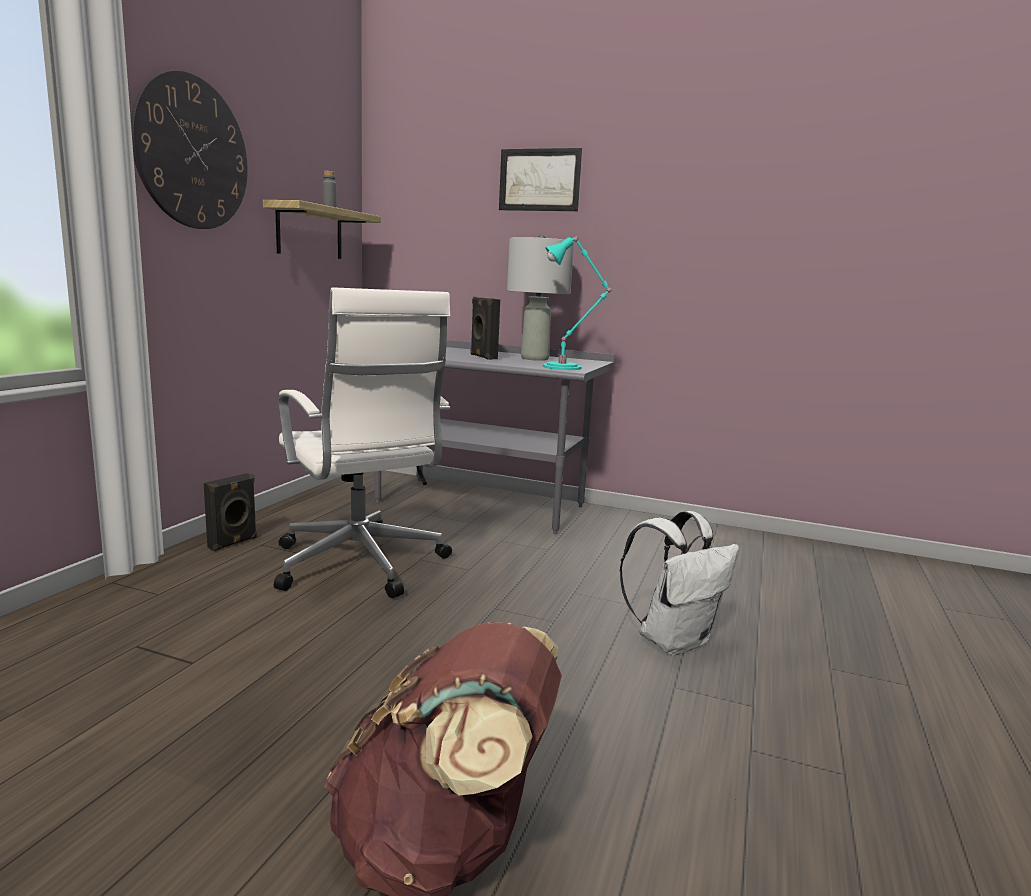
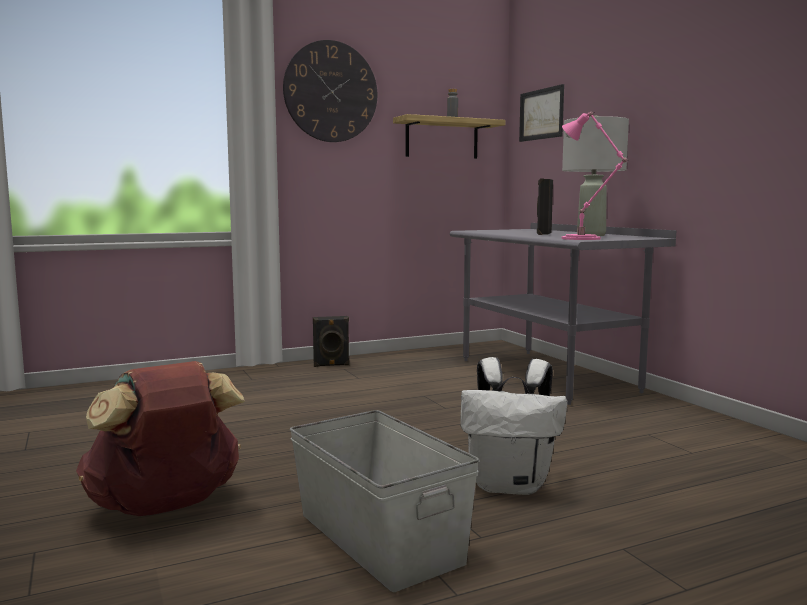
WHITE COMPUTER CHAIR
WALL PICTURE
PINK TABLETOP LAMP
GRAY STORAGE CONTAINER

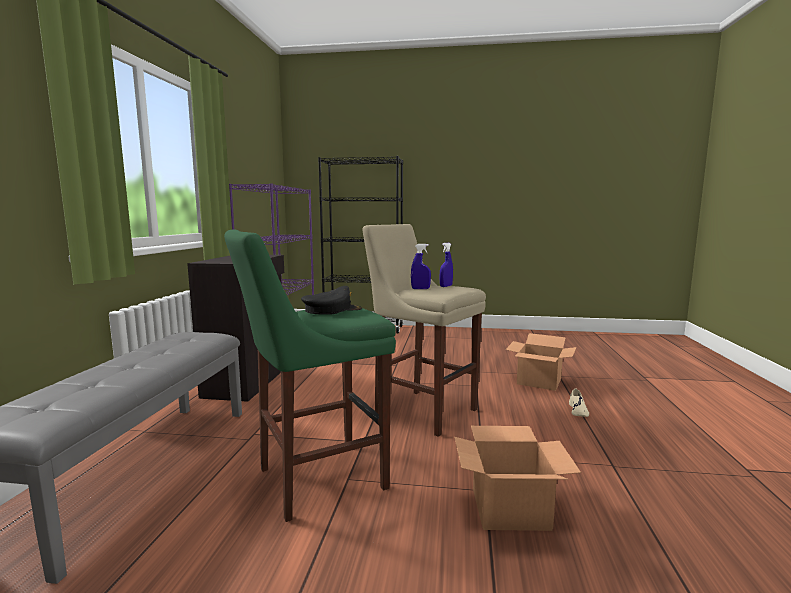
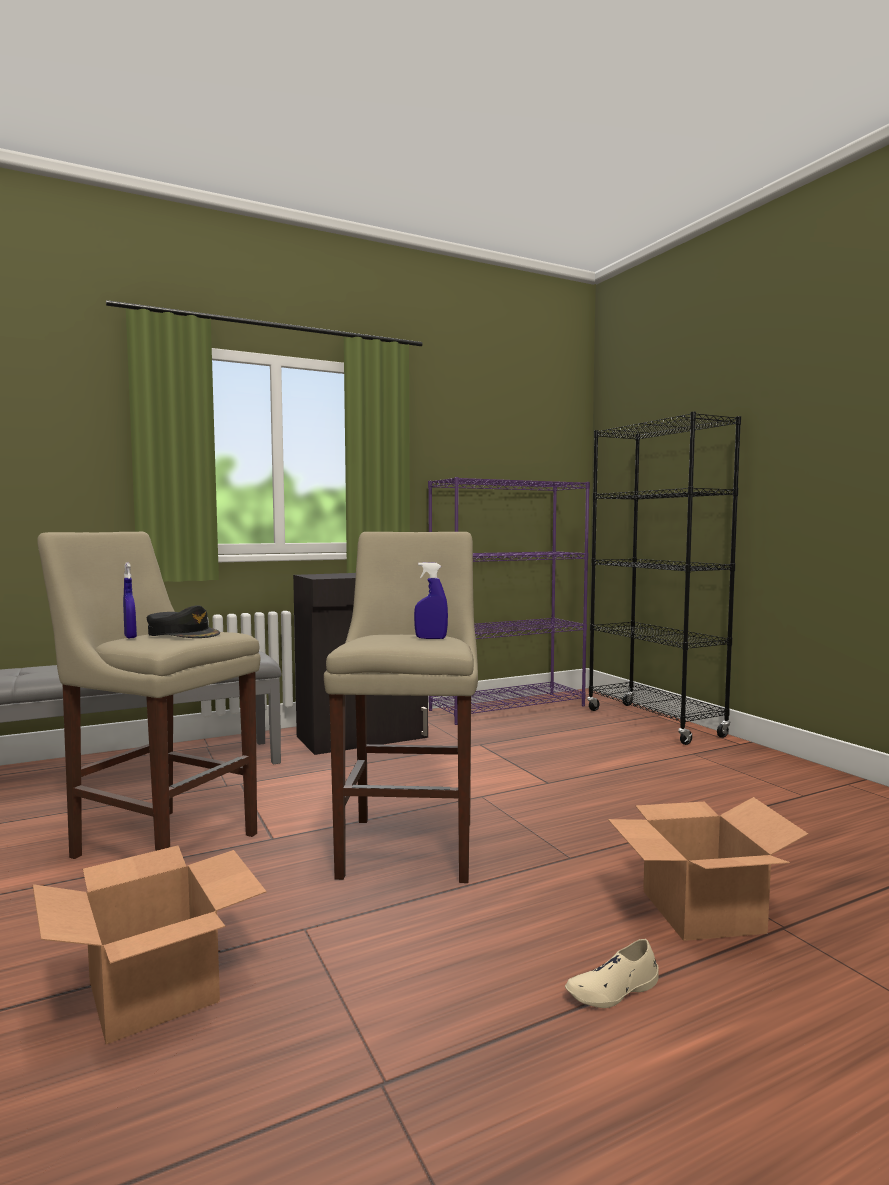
SAND-COLOURED STOOL SEAT (1st from left)
BLUE SPRAYER (1st from left)

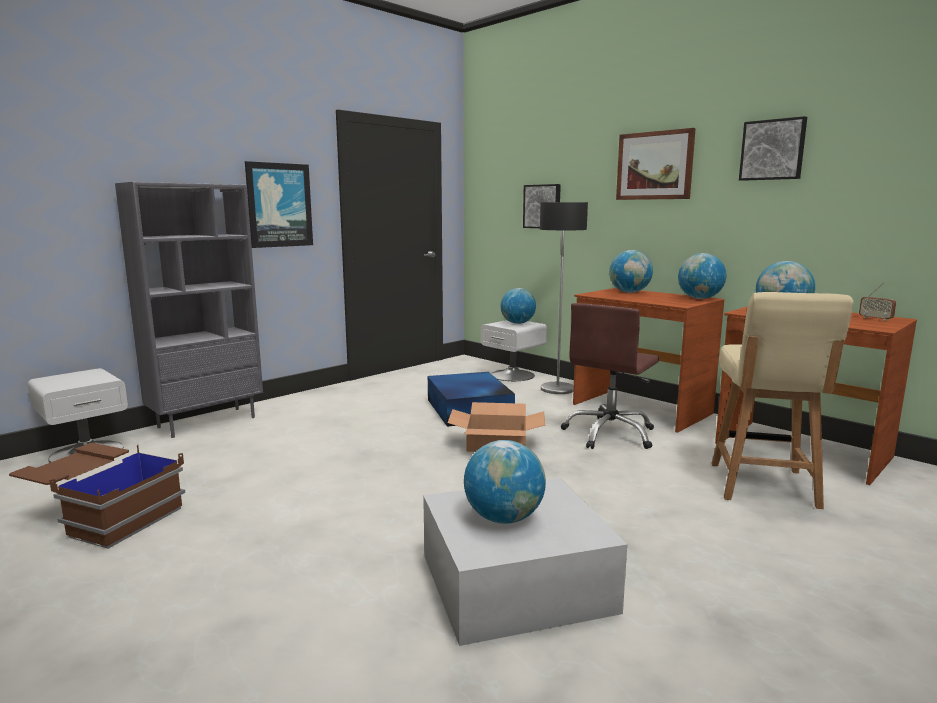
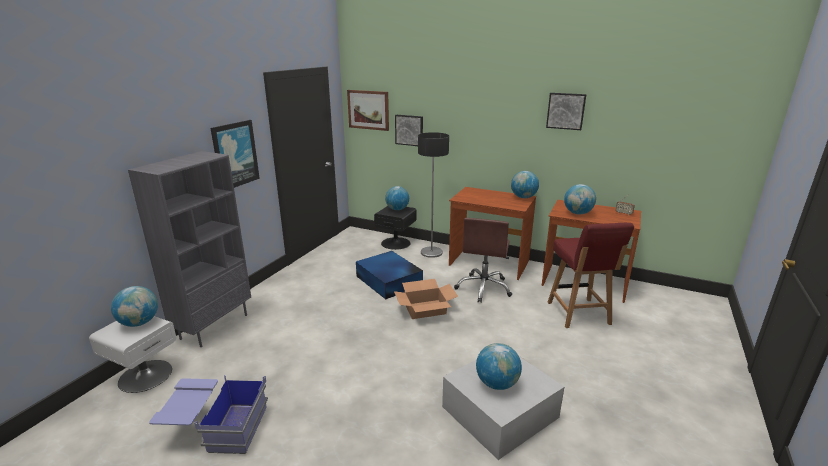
BLUE STORAGE CONTAINER (1st from left)
BLACK NIGHT TABLE
WORLD GLOBE (1st from left)
WALL PICTURE (2nd from left)
RED UPRIGHT CHAIR

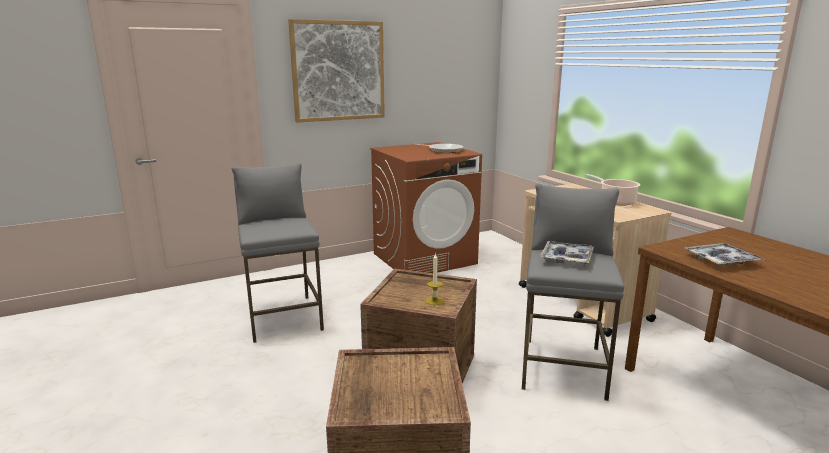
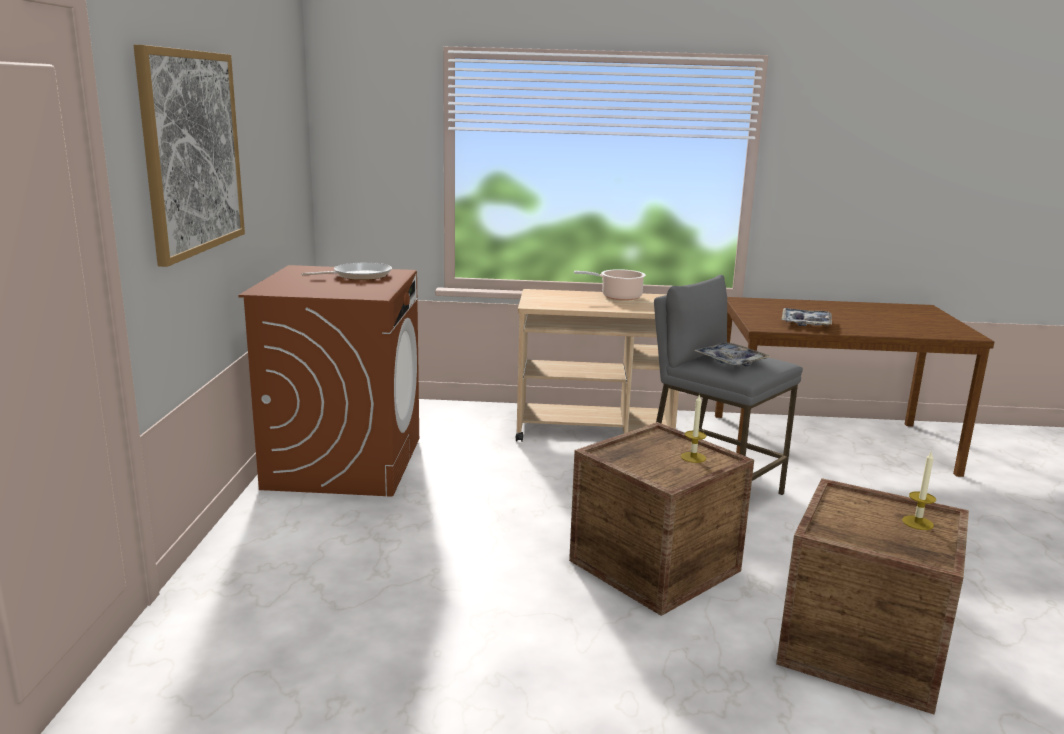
GRAY STOOL SEAT (1st from left in the first image)
CANDLE (2nd from left)

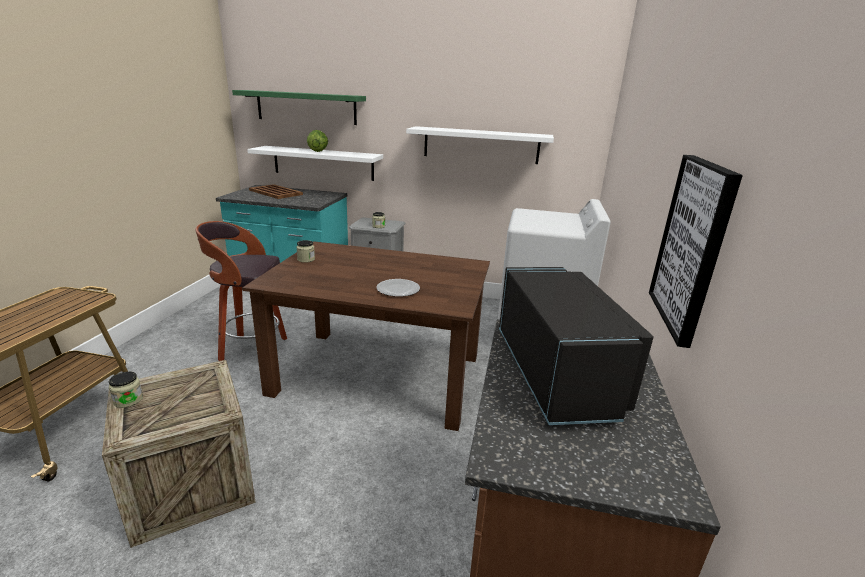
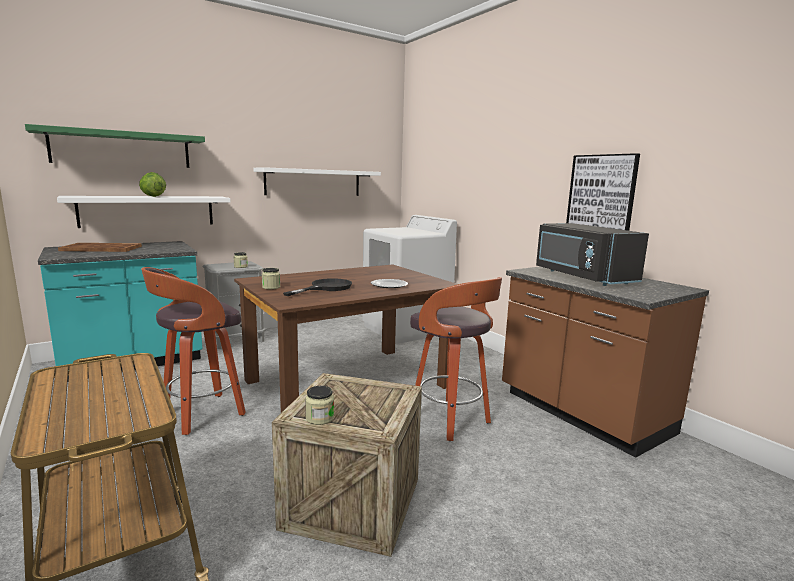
BLACK MICROWAVE OVEN
BLACK PAN
STOOL SEAT (2nd from left)

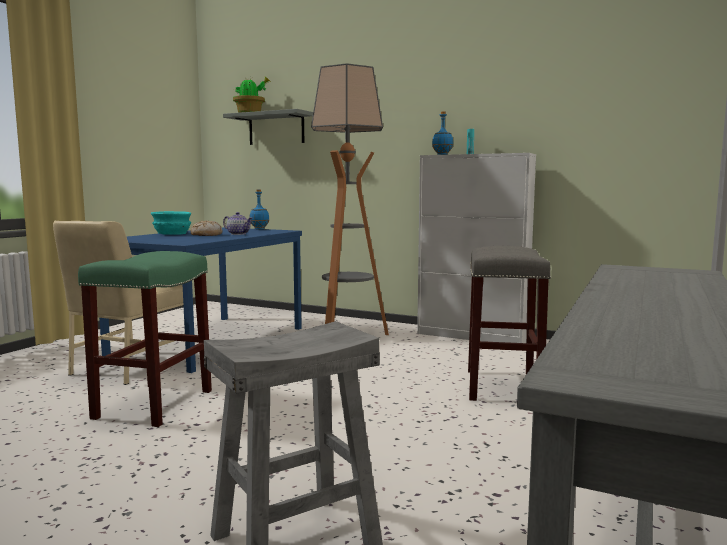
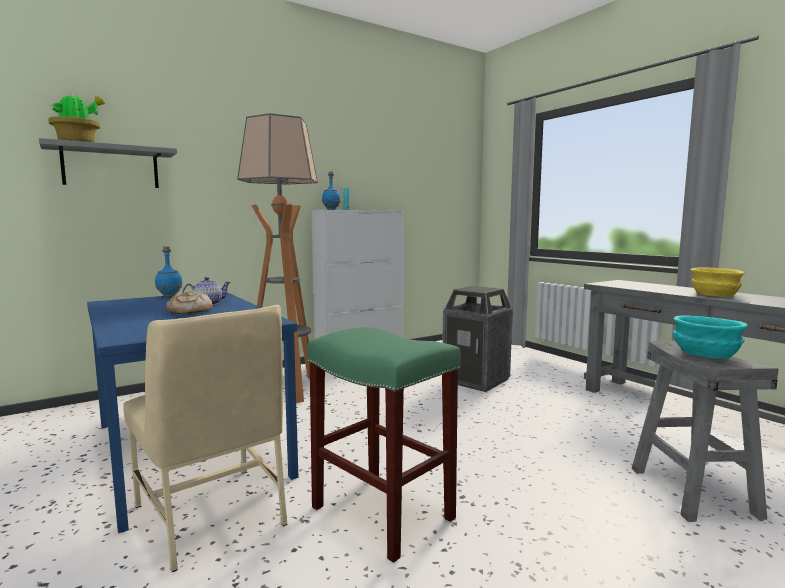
BLUE-GREEN DEEP DISH
TRASH CAN
YELLOWISH DEEP DISH

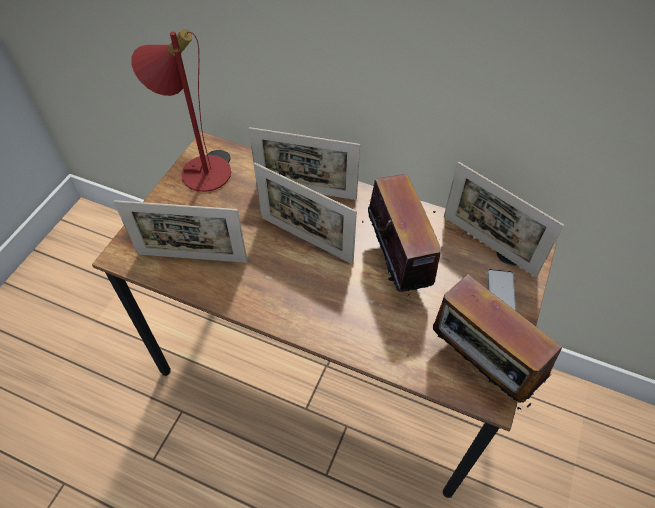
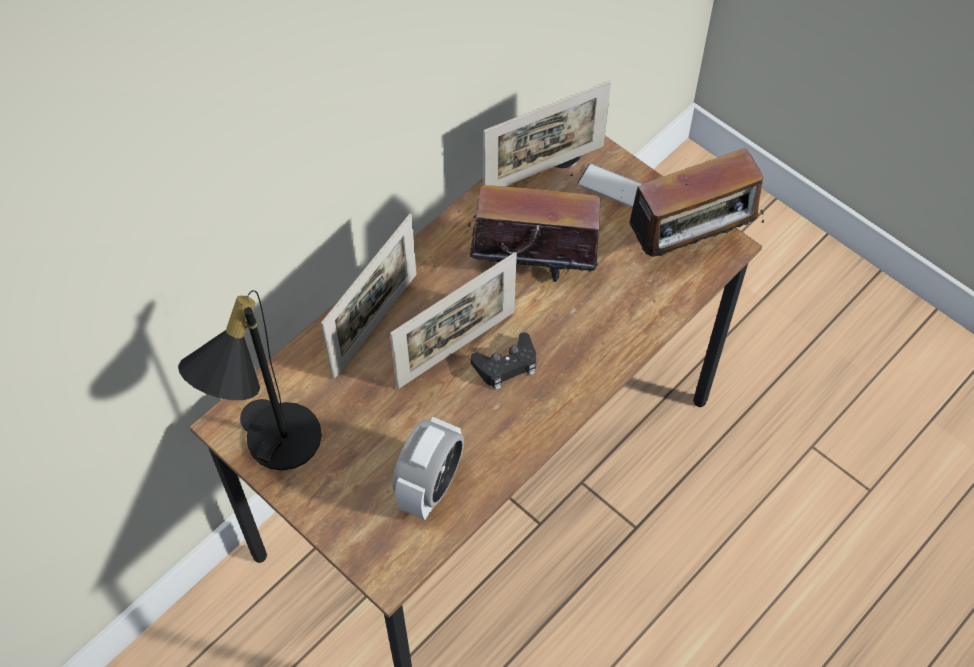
ALARM CLOCK
BLACK TABLETOP LAMP
BLACK GAMEPAD

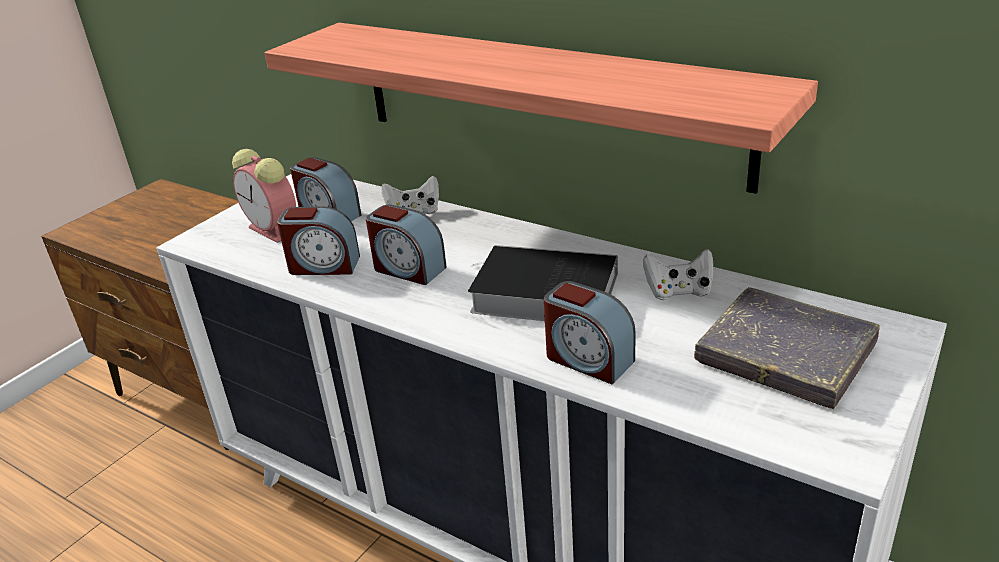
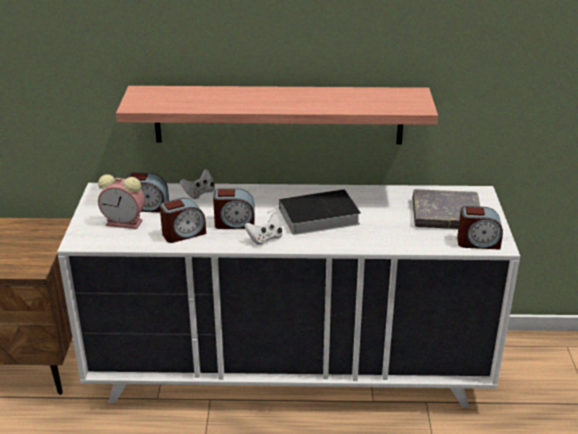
ALARM CLOCK (5th from left)
WHITE GAMEPAD (2nd from left)

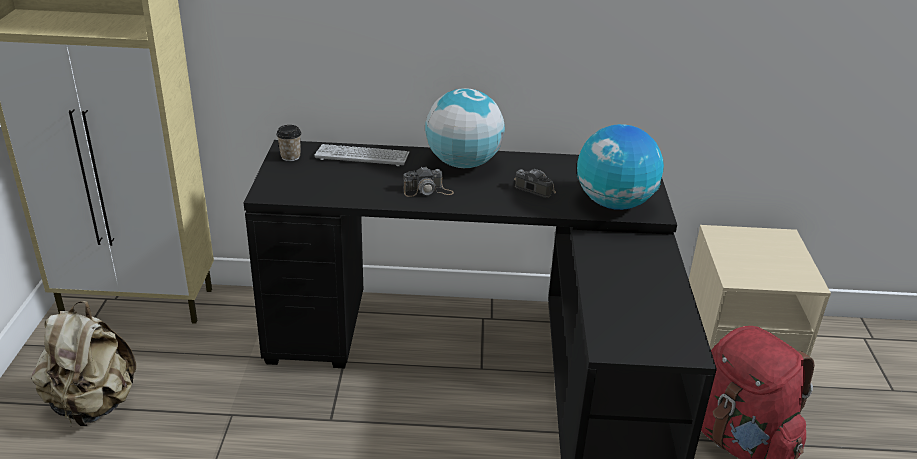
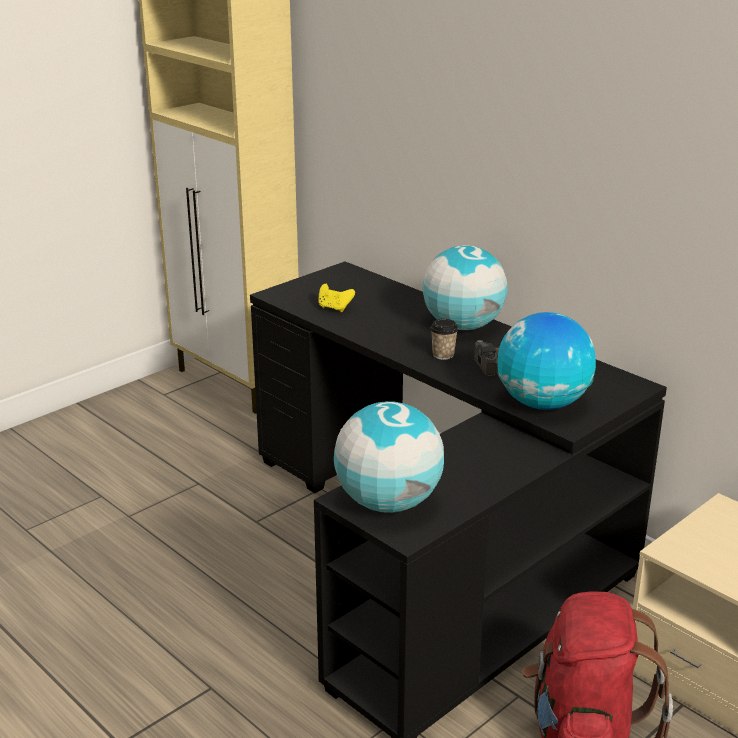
SAND-COLOURED RUCKSACK
CUP
PC KEYBOARD
PHOTO CAMERA (1st from left in the first image)
YELLOWISH GAMEPAD
WORLD GLOBE (1st from left)

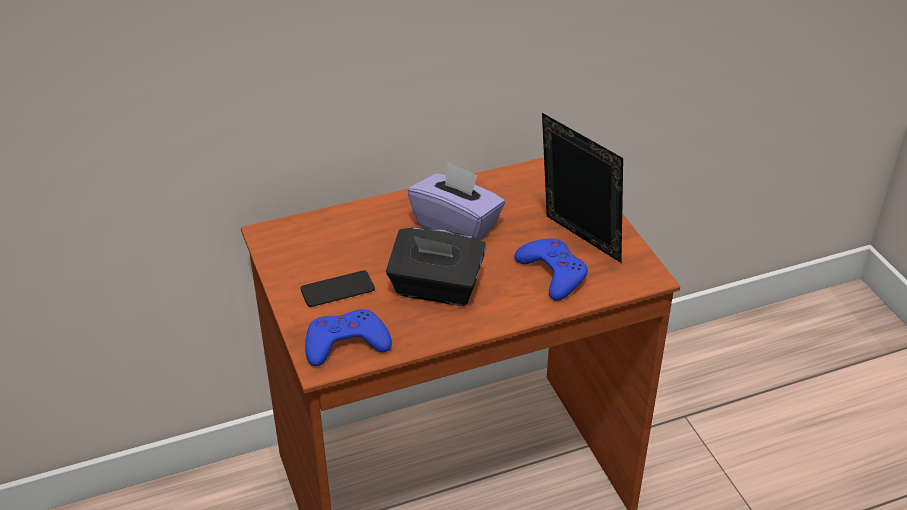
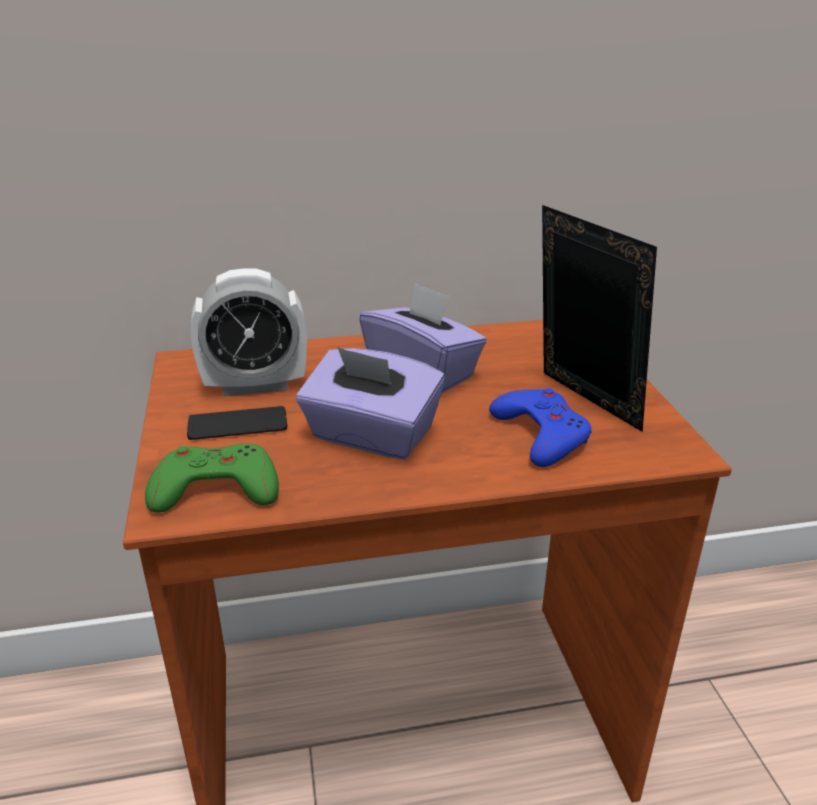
GREENISH GAMEPAD
PURPLE TISSUE HOLDER (1st from left)
ALARM CLOCK

